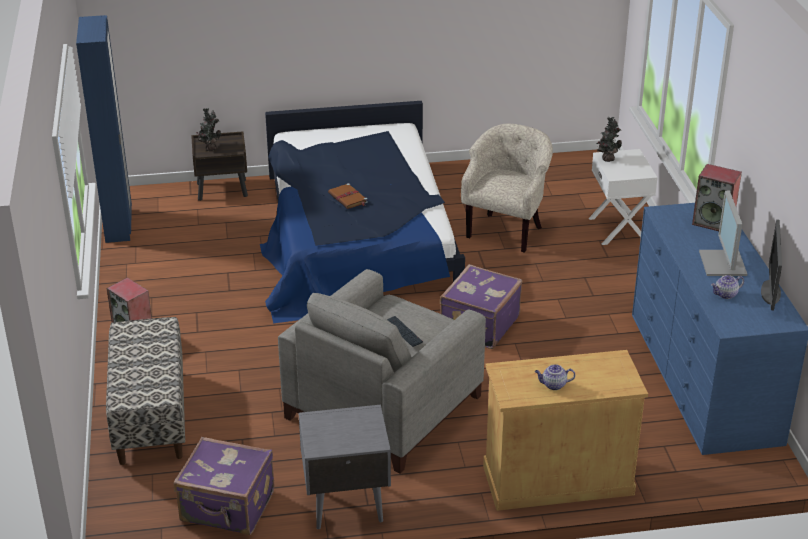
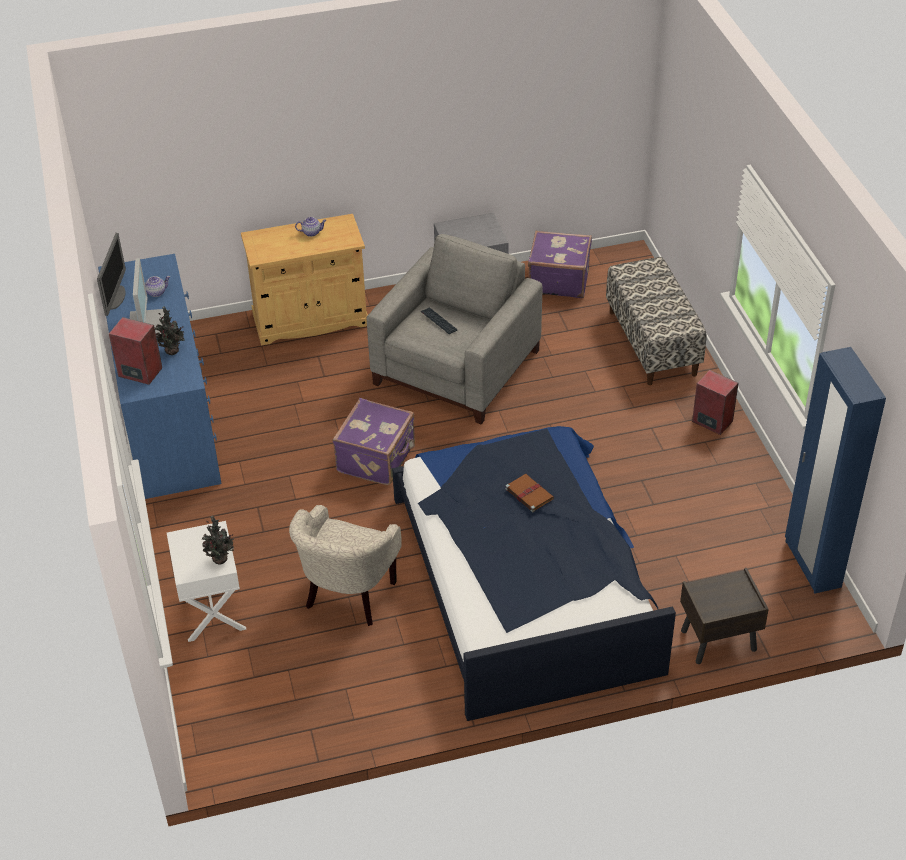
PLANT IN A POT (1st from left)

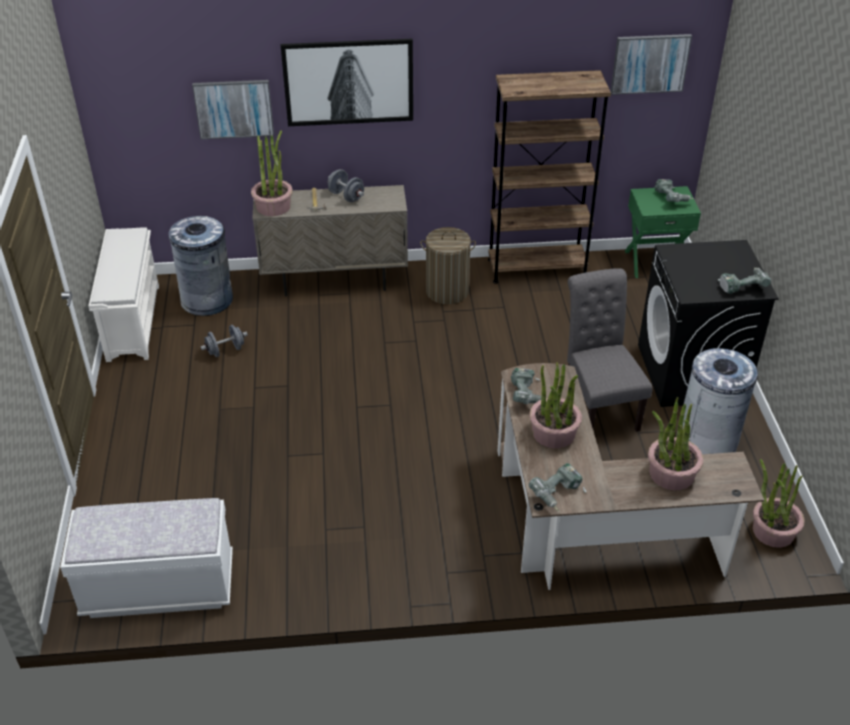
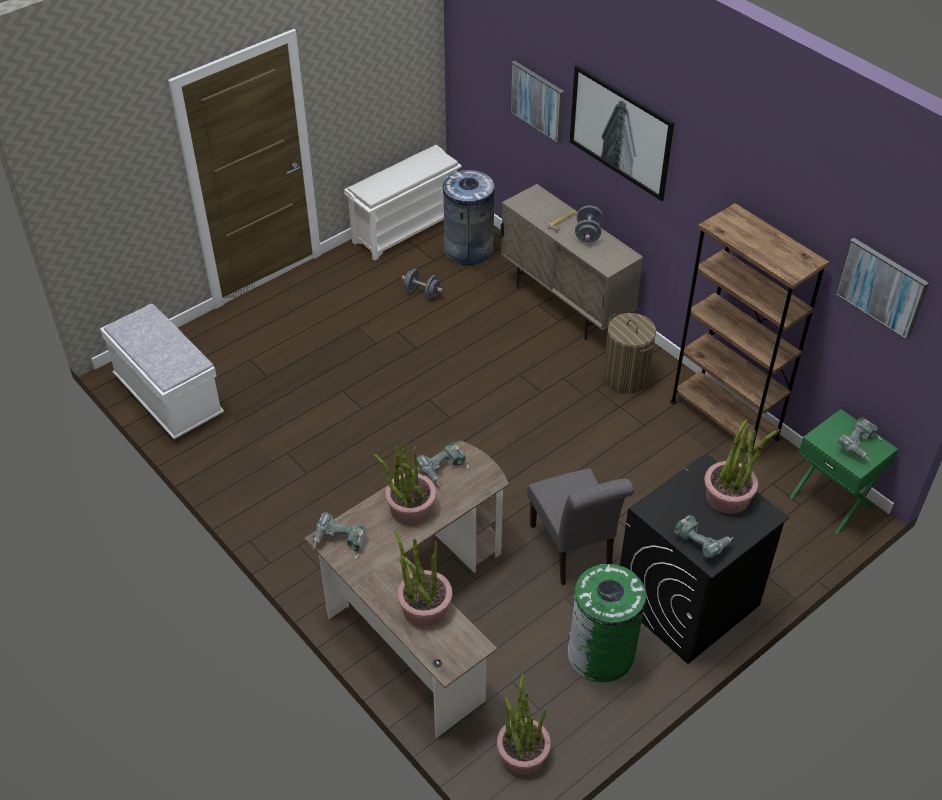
PLANT IN A POT (4th from left)
GRAY UPRIGHT CHAIR
GREENISH TRASH CAN

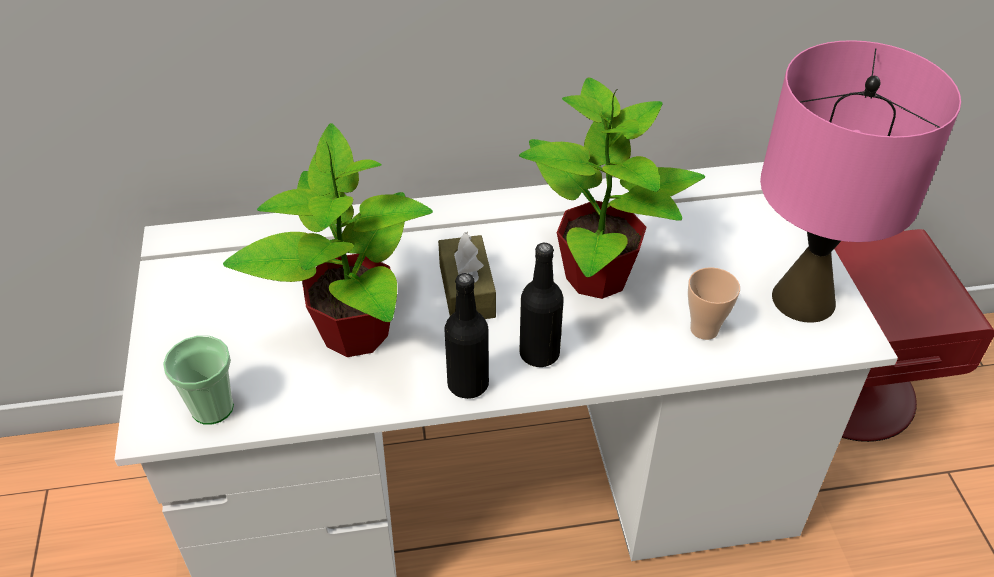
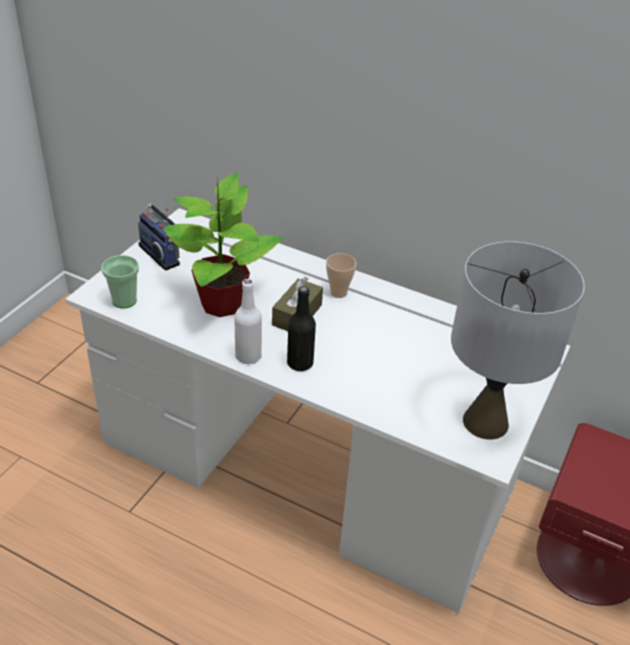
WHITE BEVERAGE BOTTLE
PLANT IN A POT (2nd from left in the first image)
CUP (2nd from left)
GRAY TABLETOP LAMP
RADIO

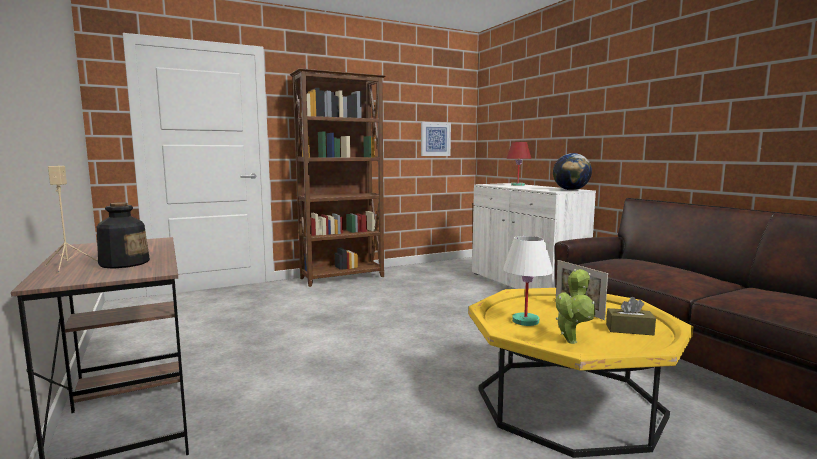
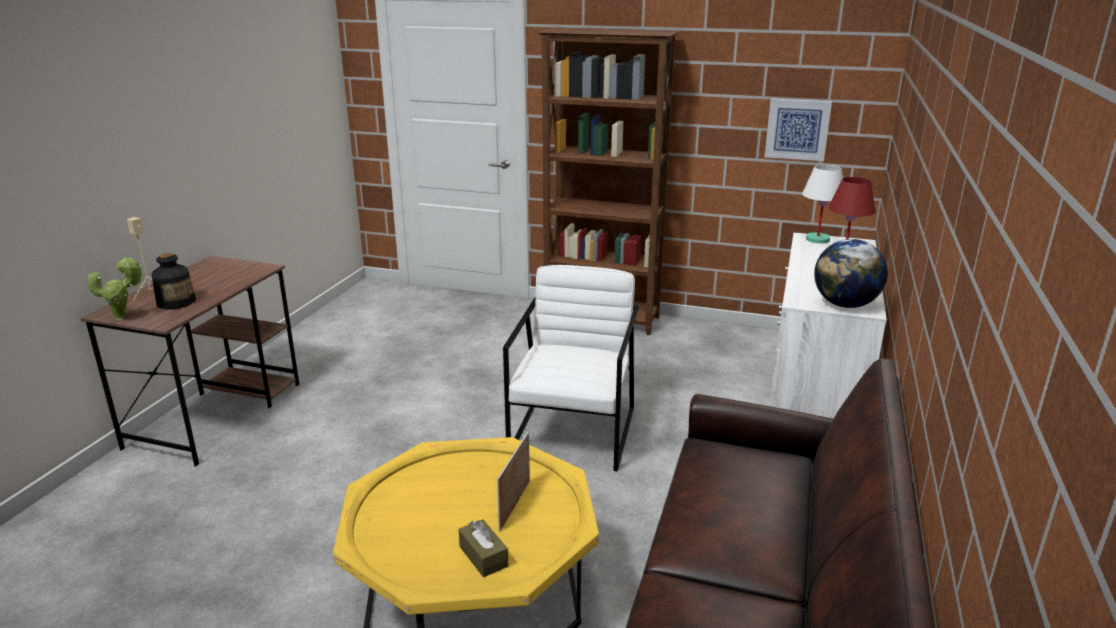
WHITE TABLETOP LAMP
PLANT IN A POT
WHITE EASY CHAIR

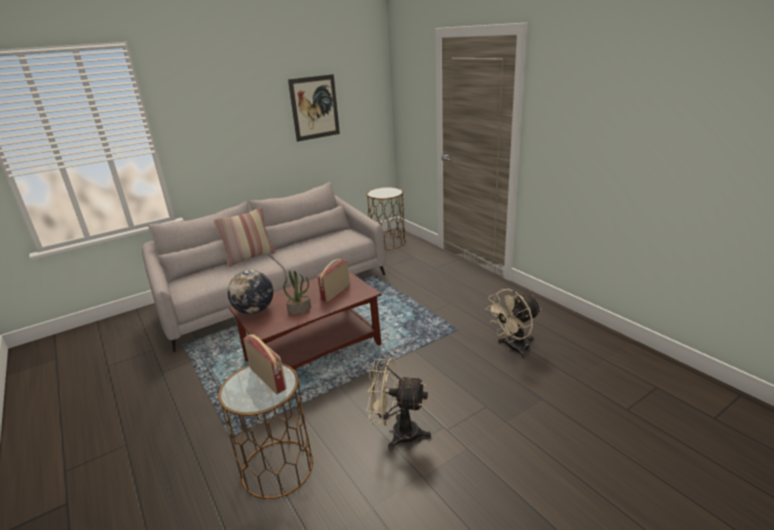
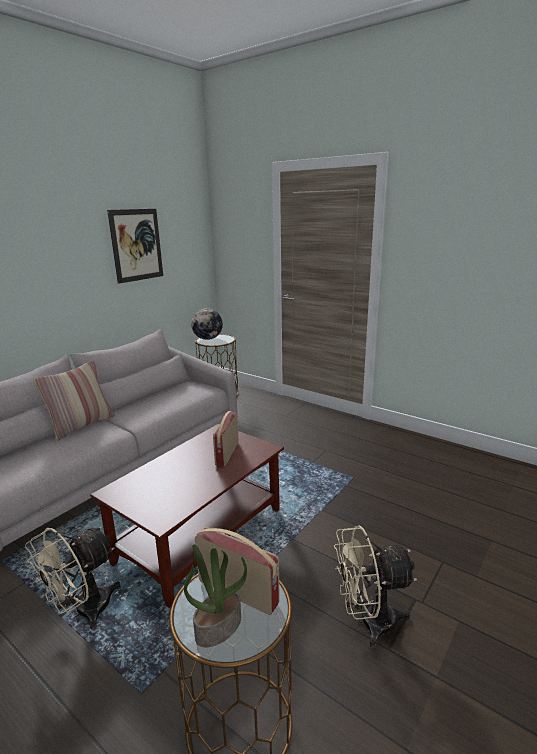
WORLD GLOBE
PLANT IN A POT
SAND-COLOURED FAN (1st from left)

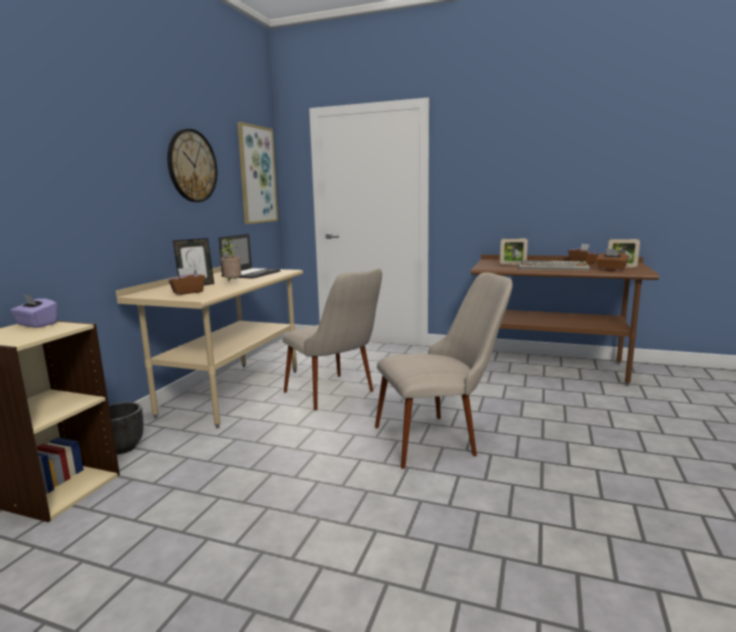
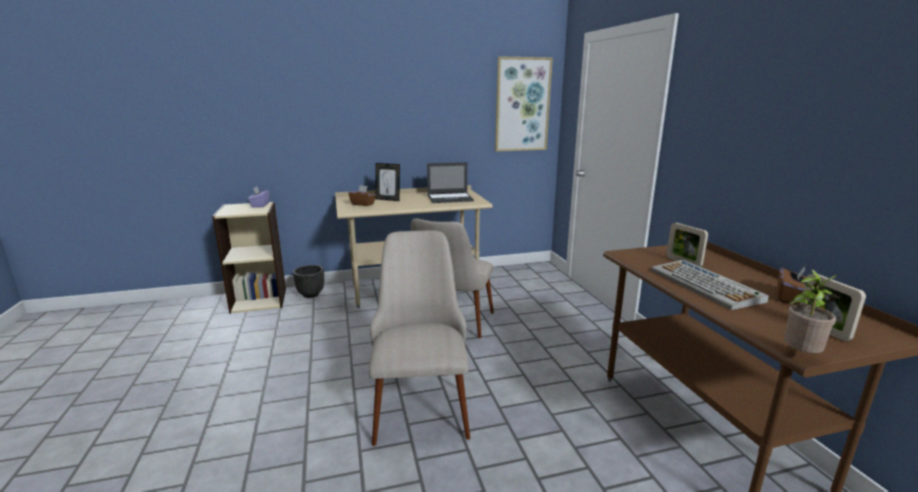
WALL CLOCK
PLANT IN A POT
SAND-COLOURED UPRIGHT CHAIR (1st from left)
BROWN TISSUE HOLDER (3rd from left in the first image)

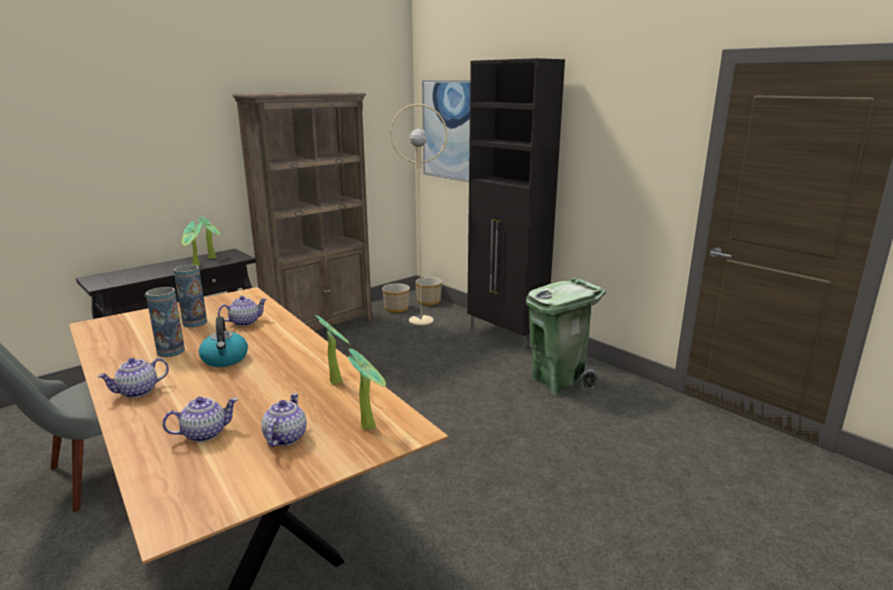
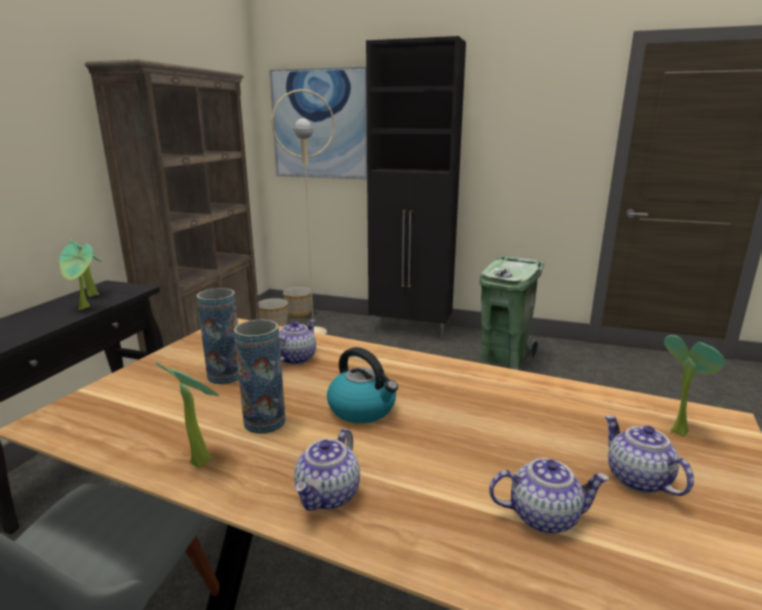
TEA POT (3rd from left)
PLANT IN A POT (3rd from left)

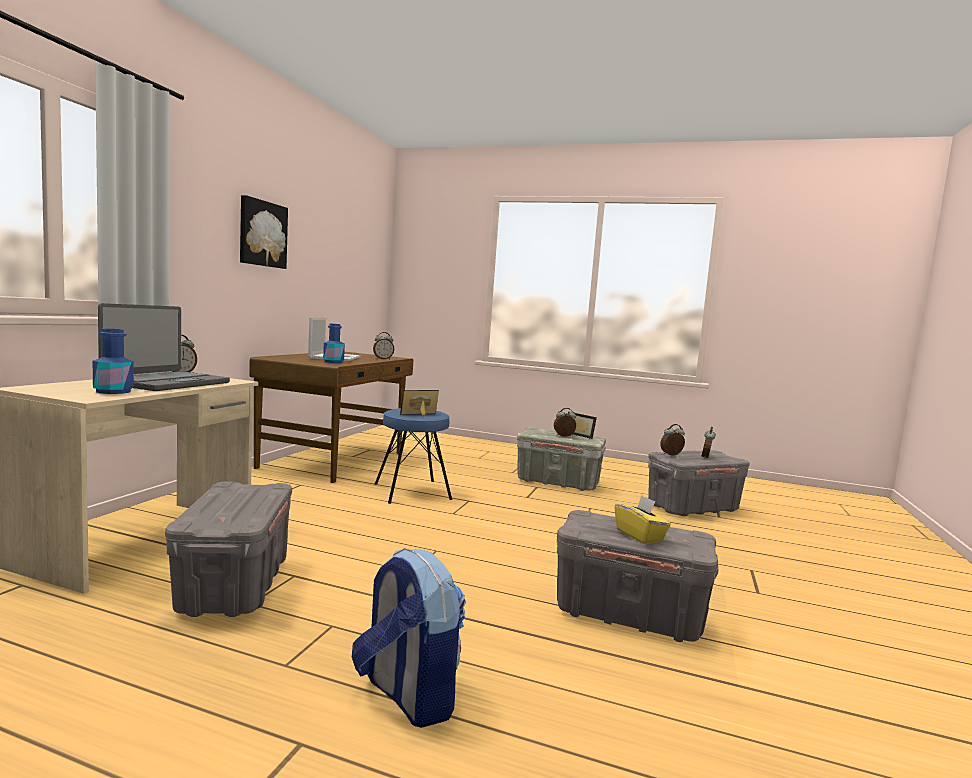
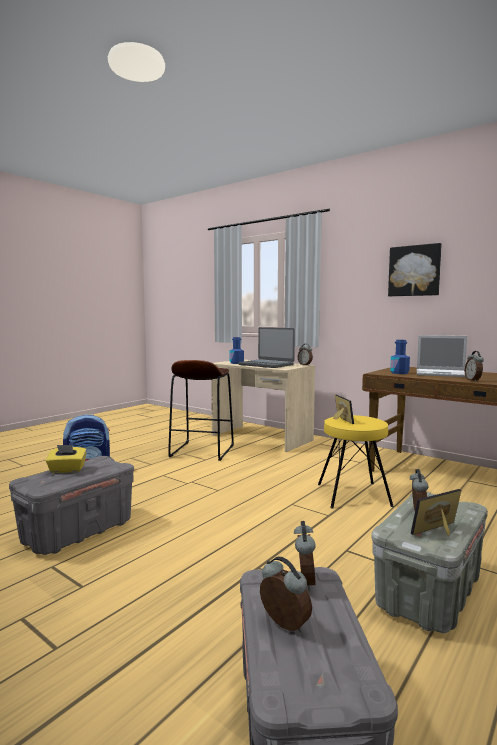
BROWN STOOL SEAT
YELLOWISH STOOL SEAT

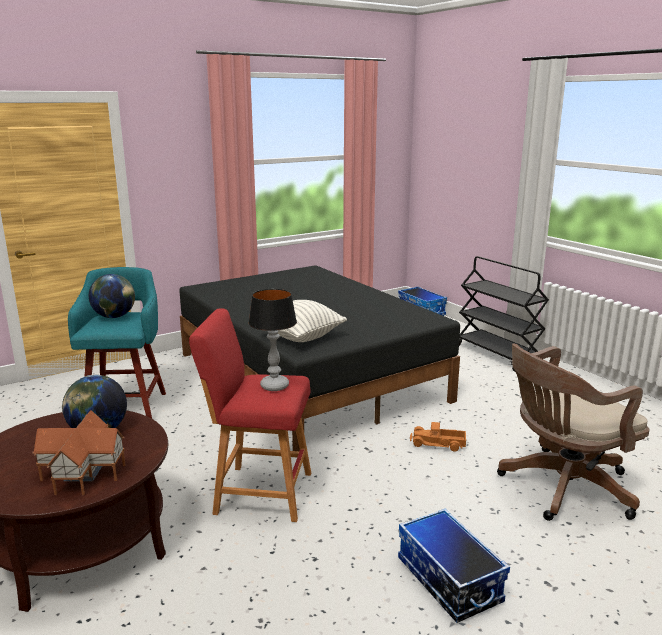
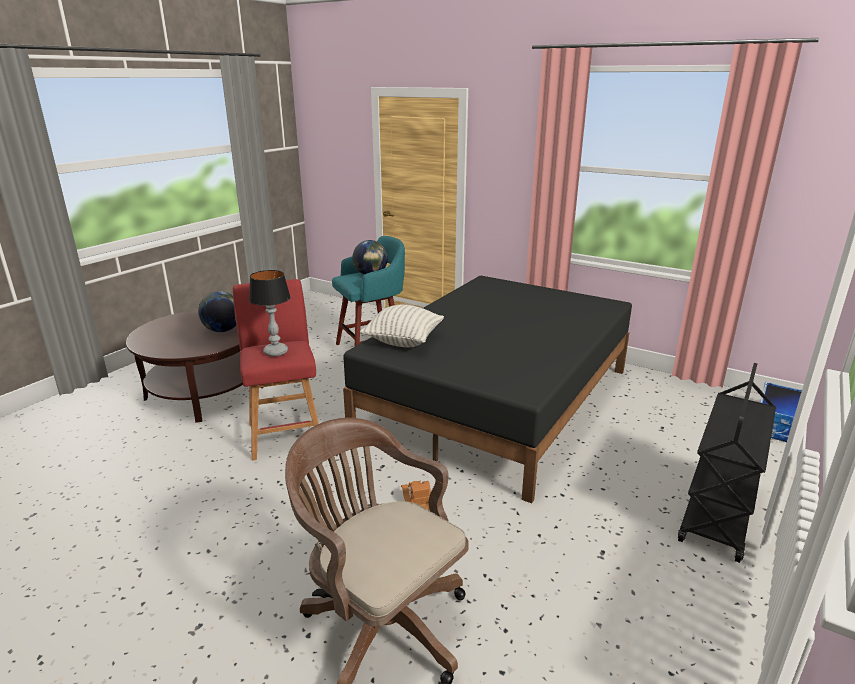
TOY HOUSE
STORAGE CONTAINER (2nd from left in the first image)

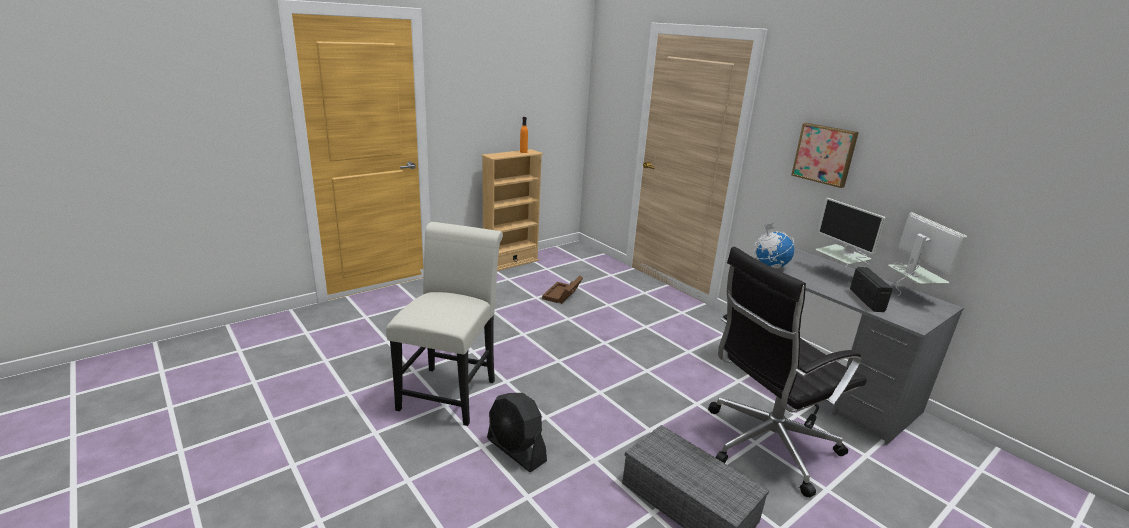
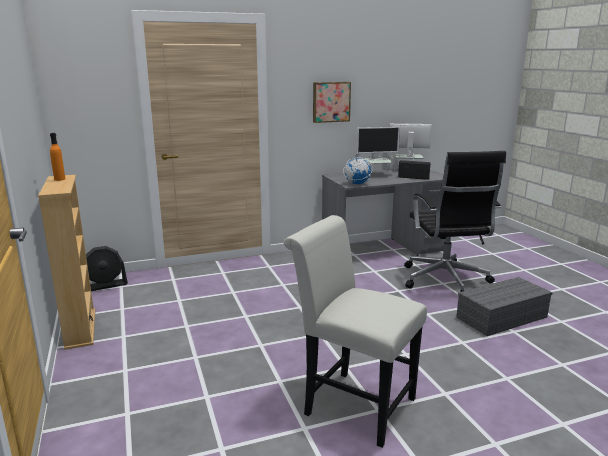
BLACK FAN
BROWN STORAGE CONTAINER

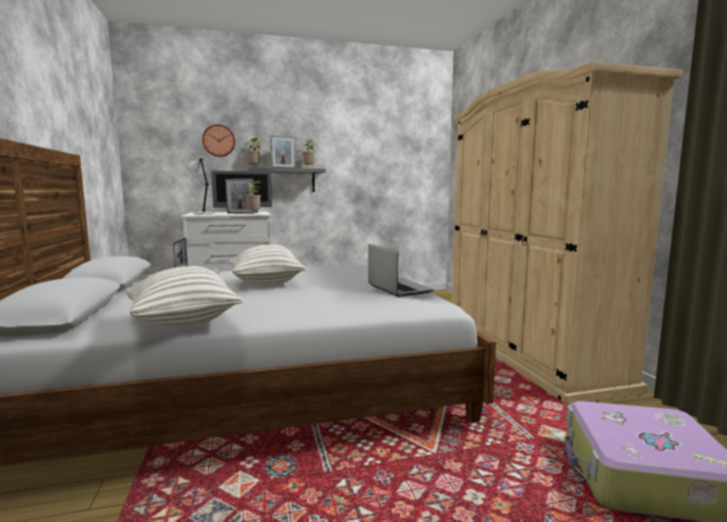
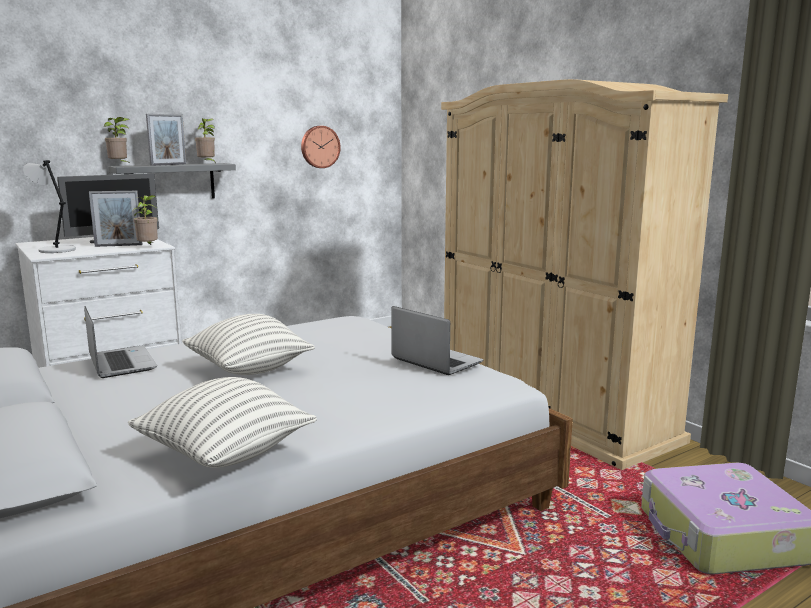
WALL CLOCK

